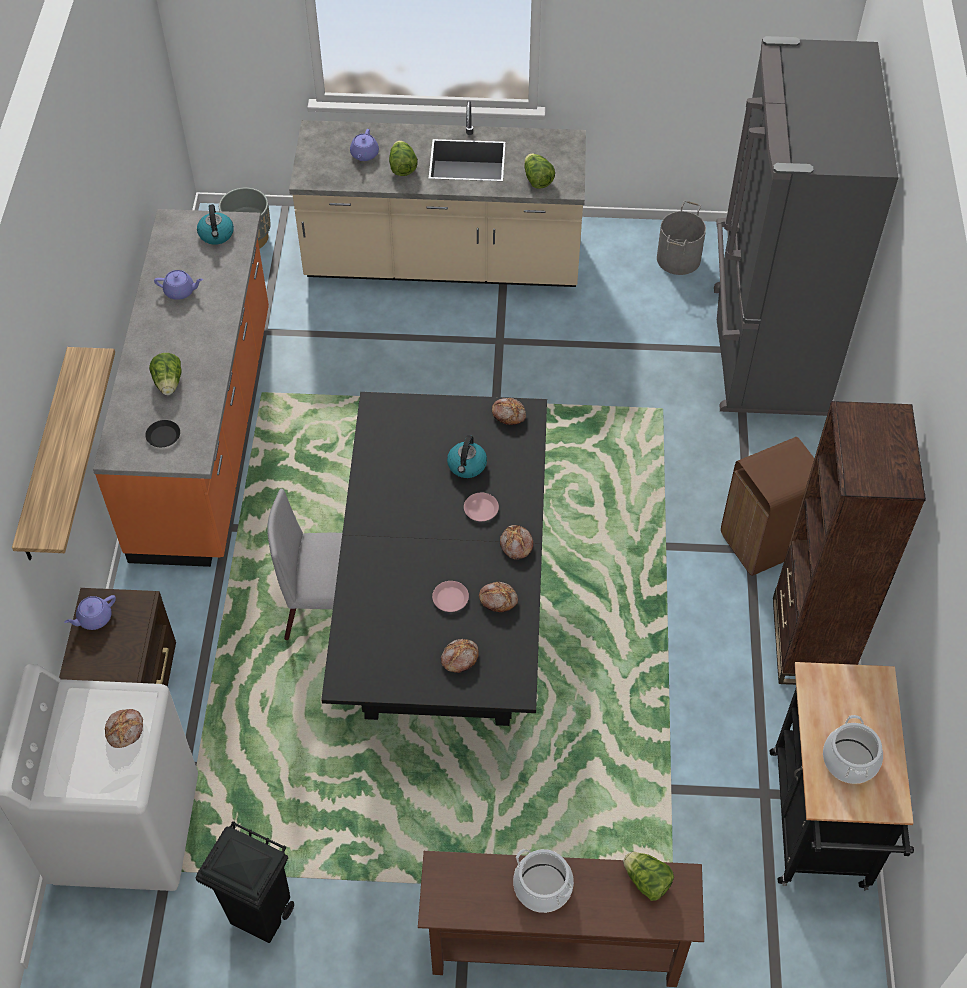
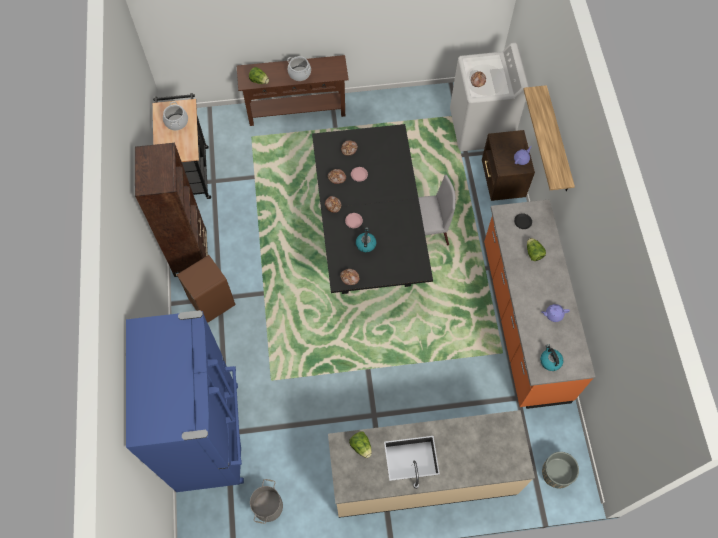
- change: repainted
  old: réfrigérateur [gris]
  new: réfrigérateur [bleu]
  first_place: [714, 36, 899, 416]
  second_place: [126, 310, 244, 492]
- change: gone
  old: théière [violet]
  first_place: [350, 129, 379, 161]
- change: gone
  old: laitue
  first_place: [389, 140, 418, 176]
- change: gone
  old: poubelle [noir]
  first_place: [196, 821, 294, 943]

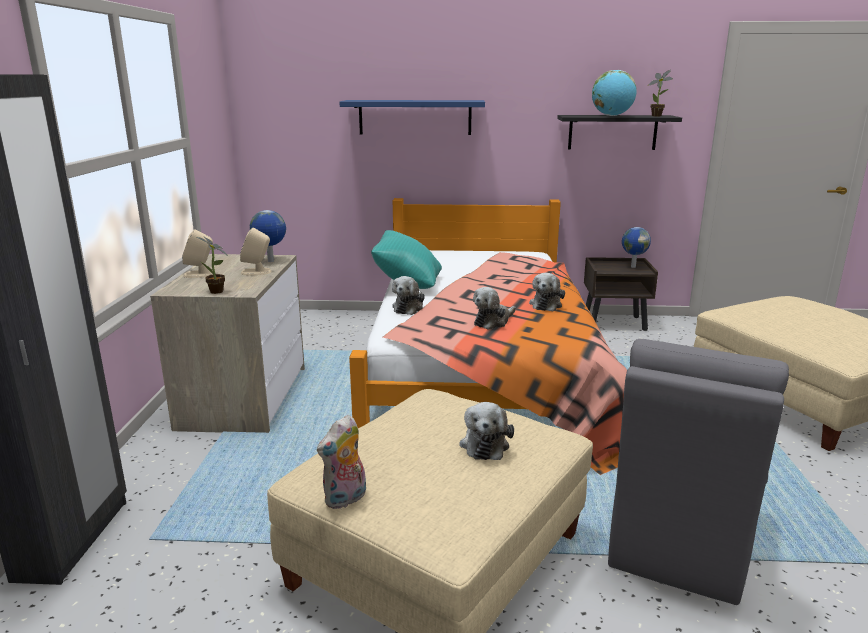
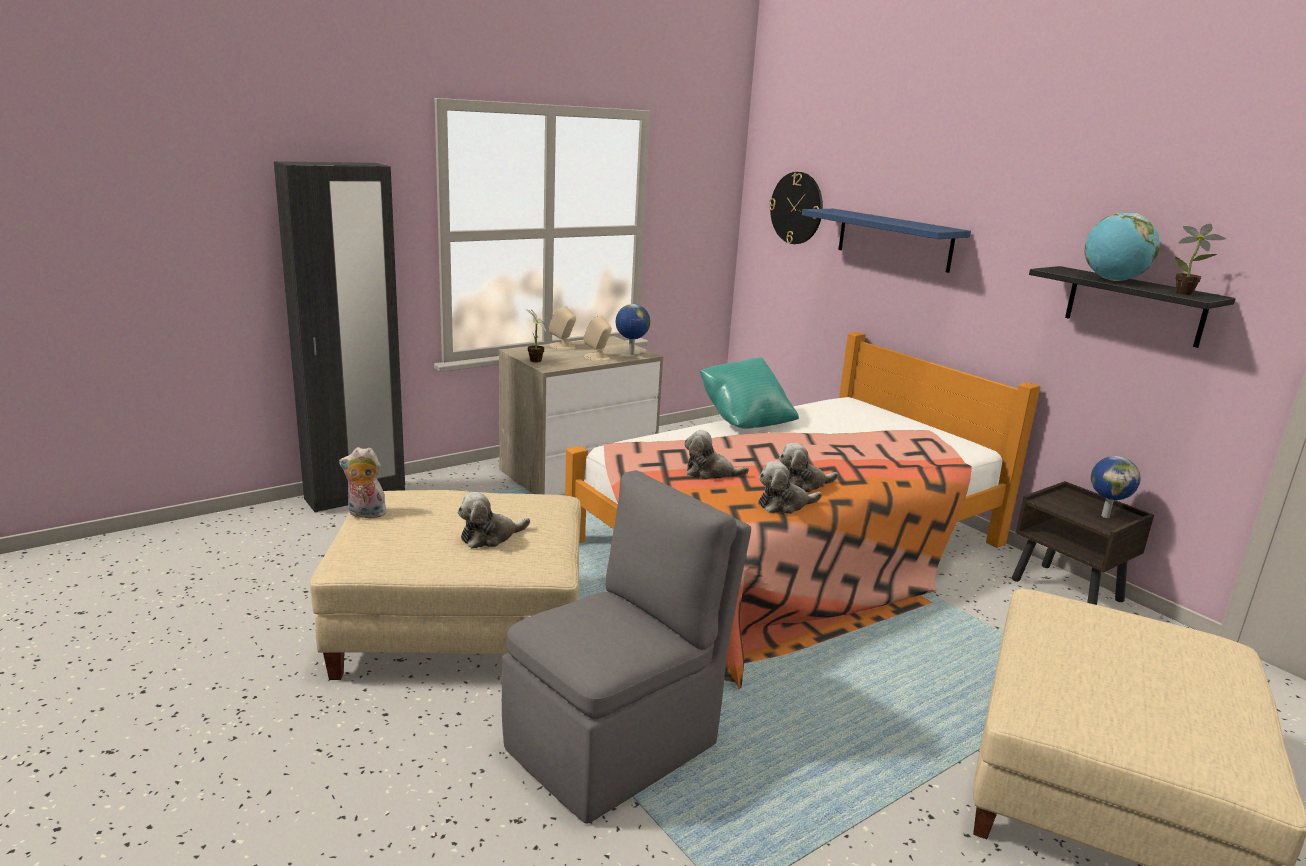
- change: shifted
  old: peluche
  first_place: [392, 276, 425, 315]
  second_place: [758, 461, 822, 514]
- change: rotated
  old: chaise [gris]
  first_place: [608, 339, 789, 605]
  second_place: [502, 470, 751, 824]
  degrees: 150
- change: new
  new: horloge murale
  second_place: [769, 172, 823, 244]

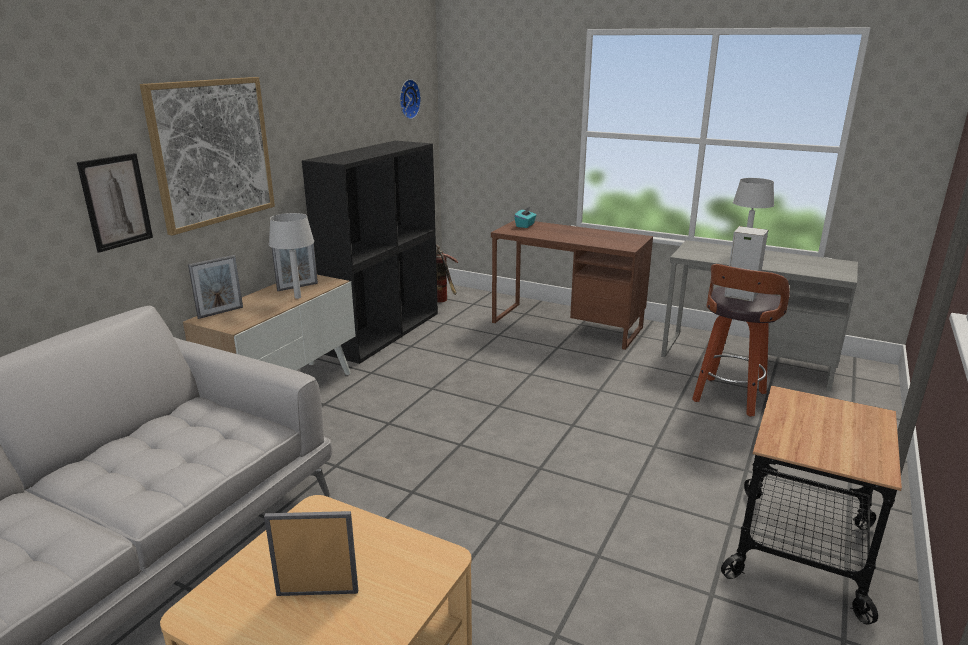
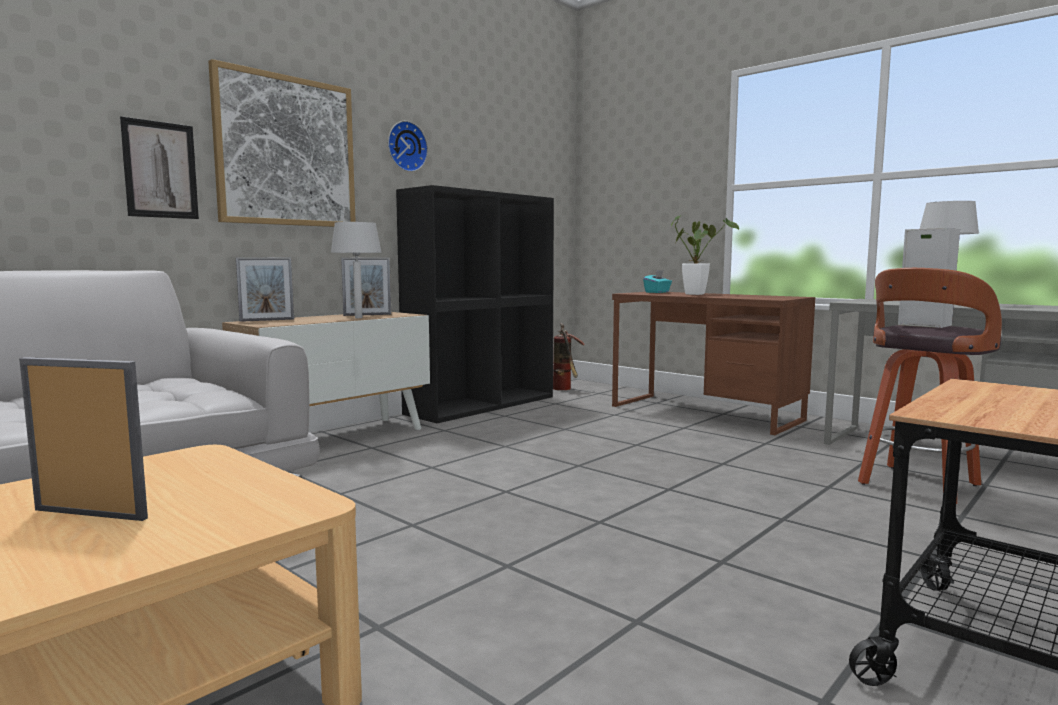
- change: shifted
  old: horloge murale
  first_place: [400, 79, 421, 119]
  second_place: [388, 121, 428, 172]
- change: new
  new: plante en pot
  second_place: [671, 215, 739, 295]

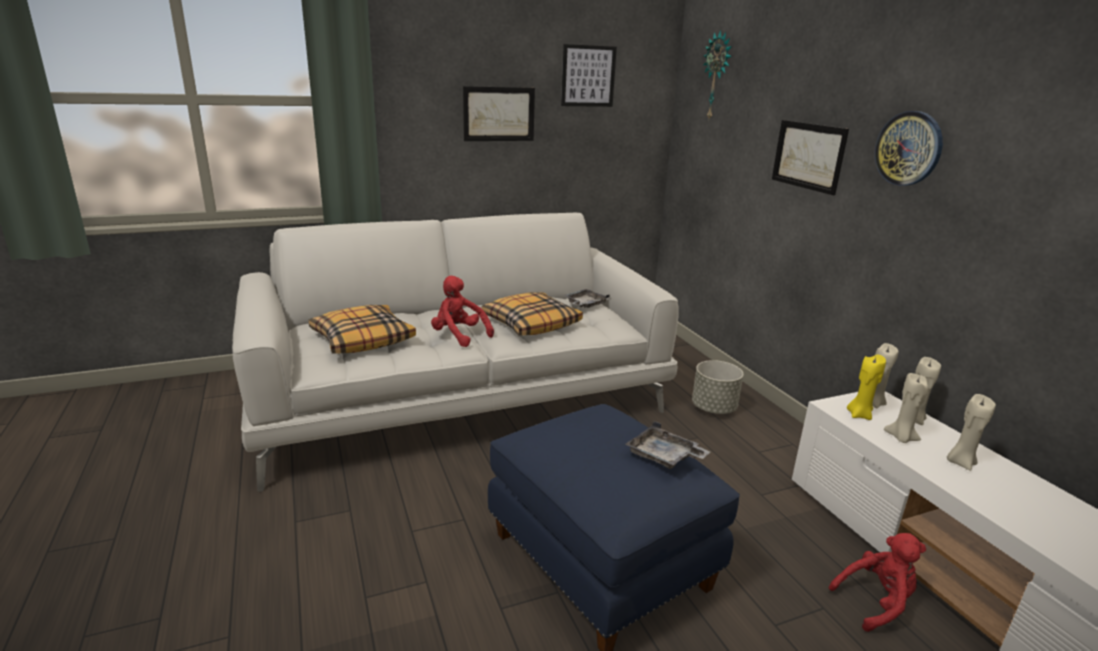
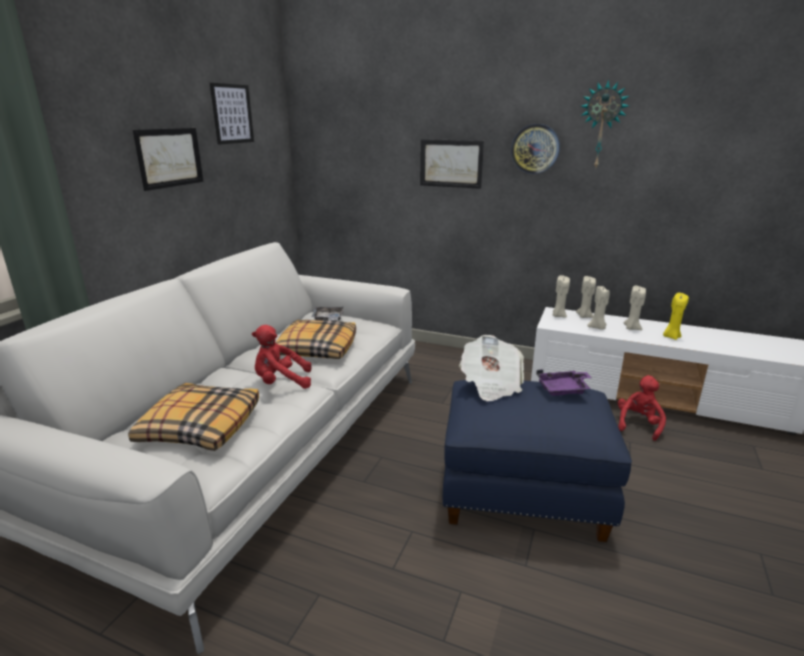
- change: shifted
  old: horloge murale
  first_place: [704, 30, 732, 119]
  second_place: [581, 80, 629, 170]
- change: shifted
  old: bougie [jaune]
  first_place: [847, 355, 886, 420]
  second_place: [663, 293, 689, 340]
- change: gone
  old: cache-pot [gris]
  first_place: [692, 360, 743, 414]
- change: repainted
  old: plateau [gris]
  new: plateau [violet]
  first_place: [625, 421, 710, 469]
  second_place: [536, 369, 591, 396]
- change: new
  new: journal
  second_place: [459, 335, 524, 401]

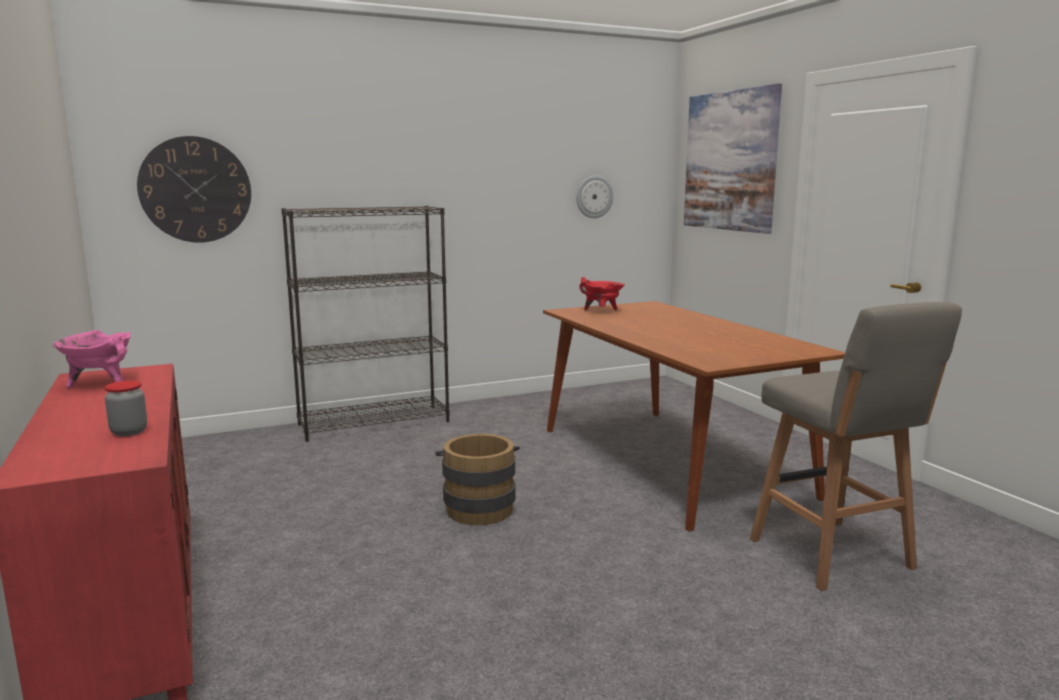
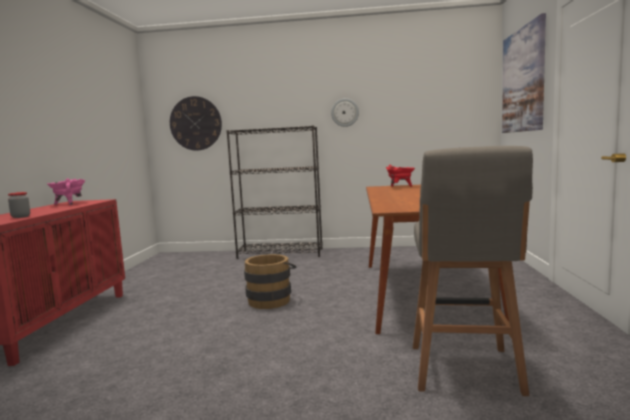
- change: shifted
  old: horloge murale
  first_place: [576, 175, 613, 218]
  second_place: [331, 98, 359, 127]

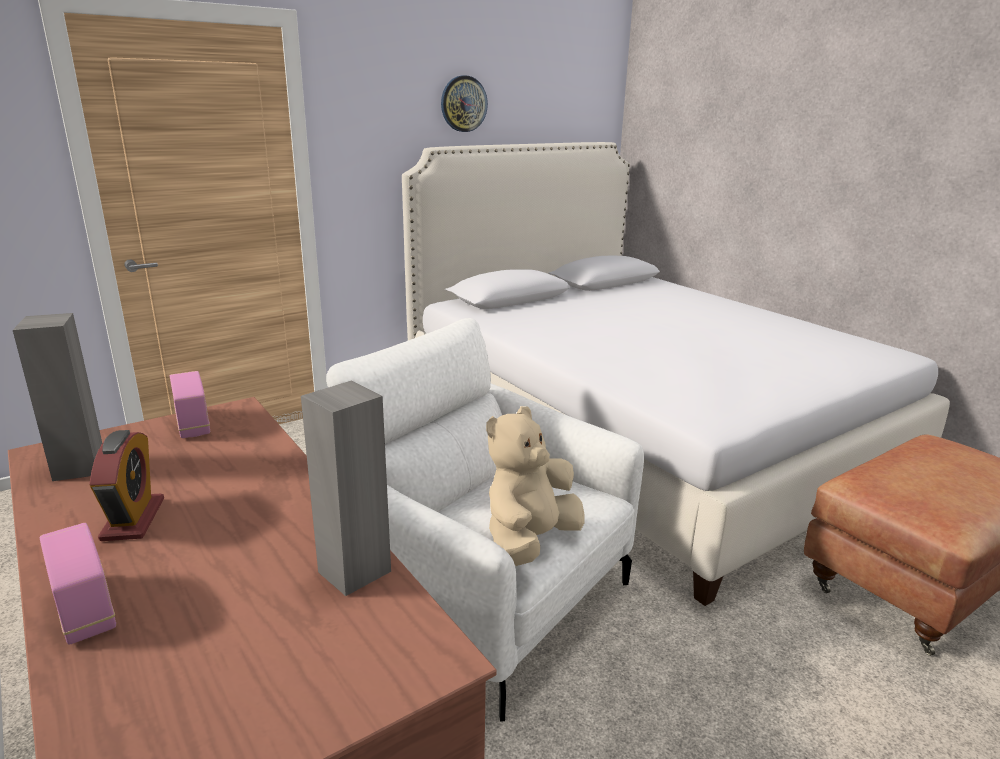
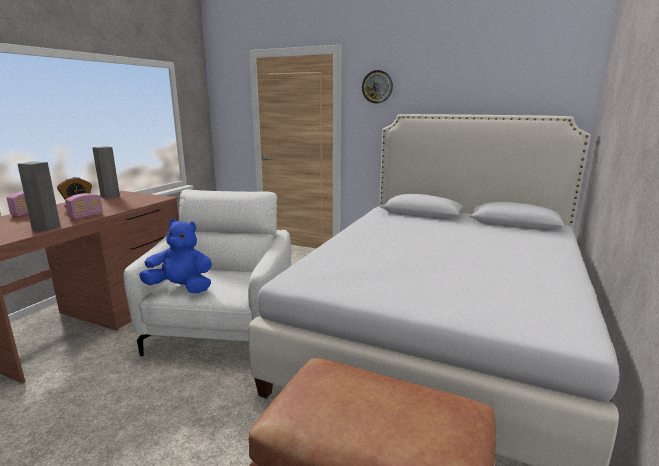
- change: shifted
  old: horloge murale
  first_place: [441, 76, 488, 132]
  second_place: [362, 70, 393, 104]
- change: shifted
  old: radio
  first_place: [170, 371, 210, 438]
  second_place: [65, 193, 103, 219]
- change: repainted
  old: peluche [beige]
  new: peluche [bleu]
  first_place: [486, 406, 584, 566]
  second_place: [139, 219, 212, 293]

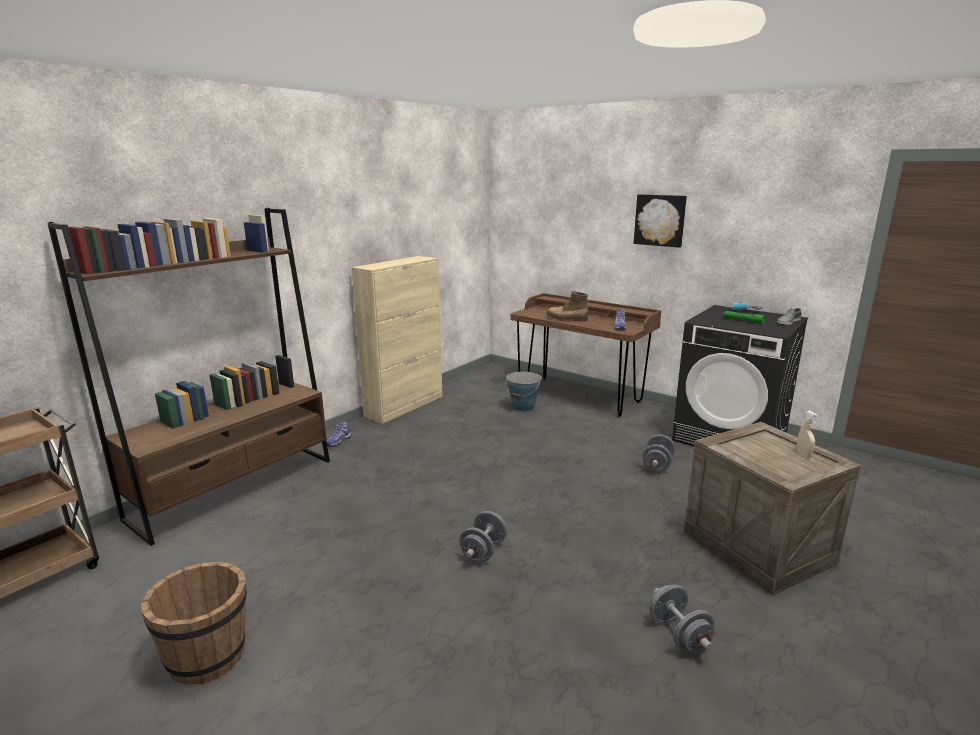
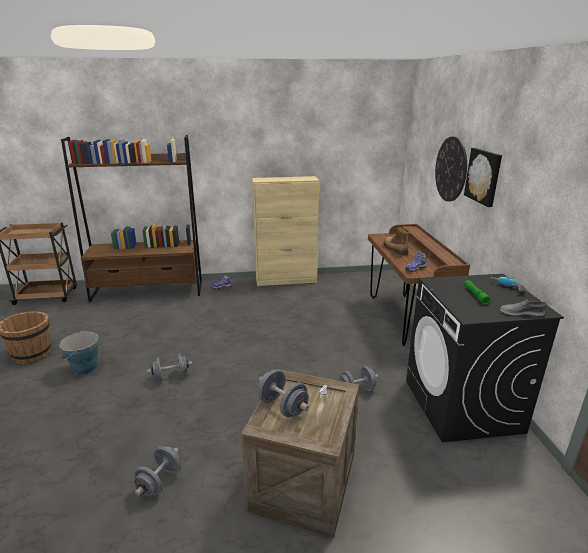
- change: shifted
  old: seau
  first_place: [506, 372, 542, 412]
  second_place: [59, 331, 98, 375]
- change: new
  new: horloge murale
  second_place: [435, 137, 467, 202]
- change: new
  new: haltère [gris]
  second_place: [258, 369, 309, 418]

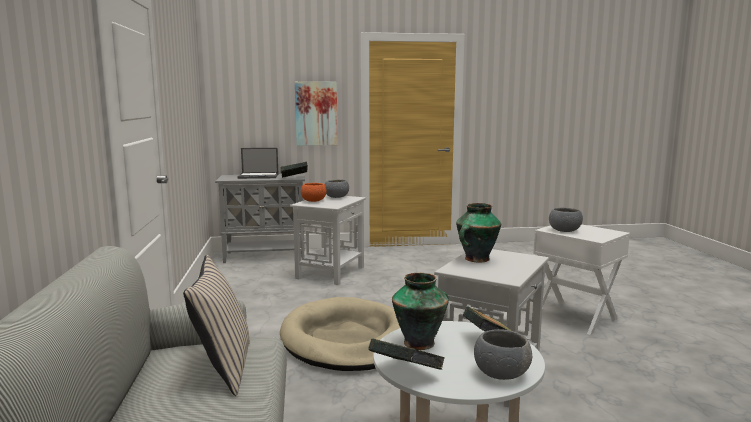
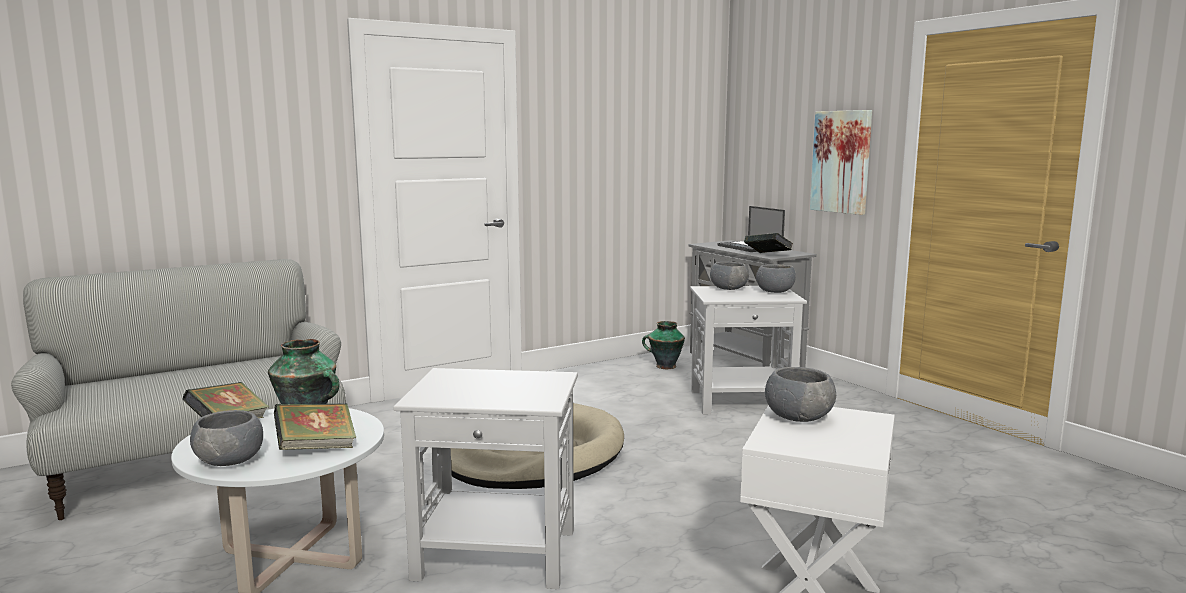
- change: repainted
  old: bol [orange]
  new: bol [gris]
  first_place: [301, 183, 326, 202]
  second_place: [710, 262, 749, 290]
- change: shifted
  old: vase
  first_place: [456, 203, 501, 262]
  second_place: [642, 321, 685, 369]
- change: gone
  old: coussin [beige]
  first_place: [183, 255, 250, 396]

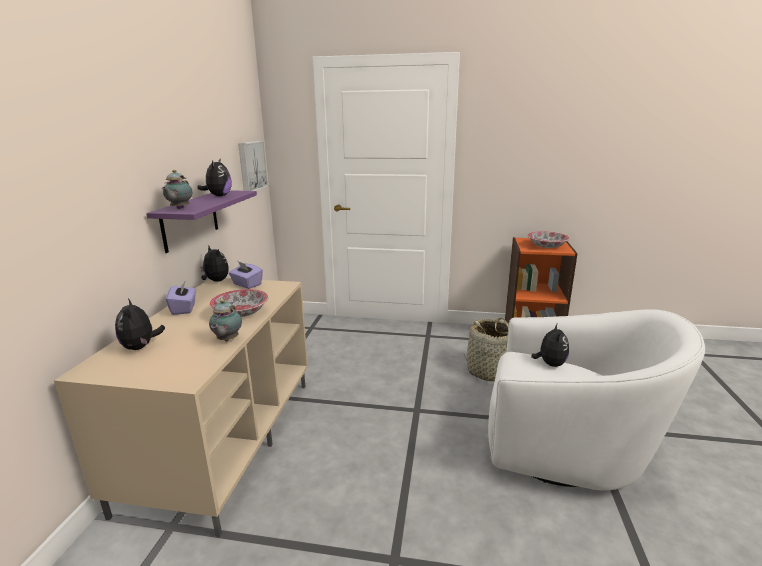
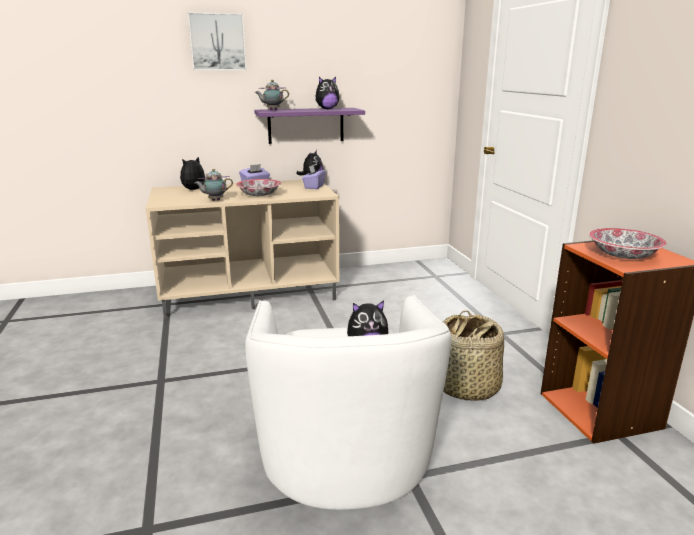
- change: shifted
  old: tableau
  first_place: [238, 141, 268, 191]
  second_place: [188, 12, 246, 70]

